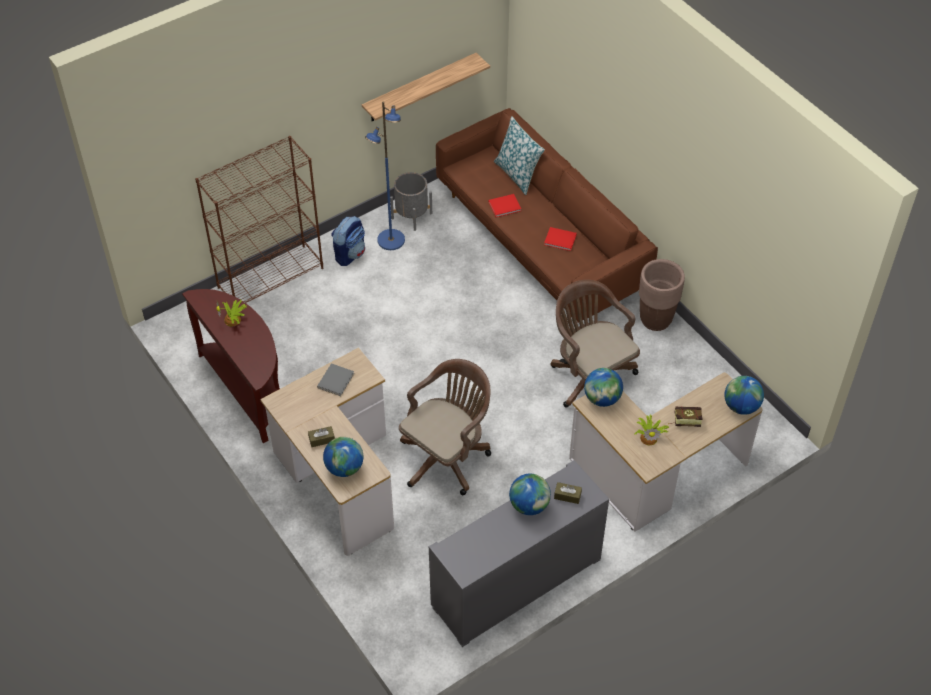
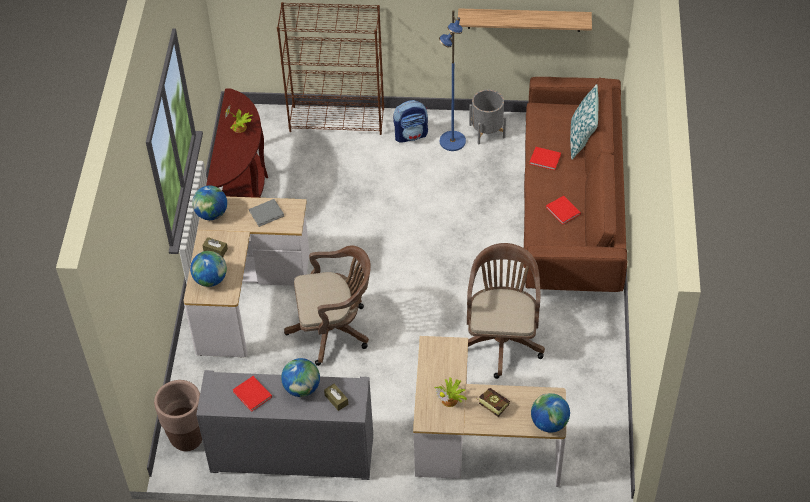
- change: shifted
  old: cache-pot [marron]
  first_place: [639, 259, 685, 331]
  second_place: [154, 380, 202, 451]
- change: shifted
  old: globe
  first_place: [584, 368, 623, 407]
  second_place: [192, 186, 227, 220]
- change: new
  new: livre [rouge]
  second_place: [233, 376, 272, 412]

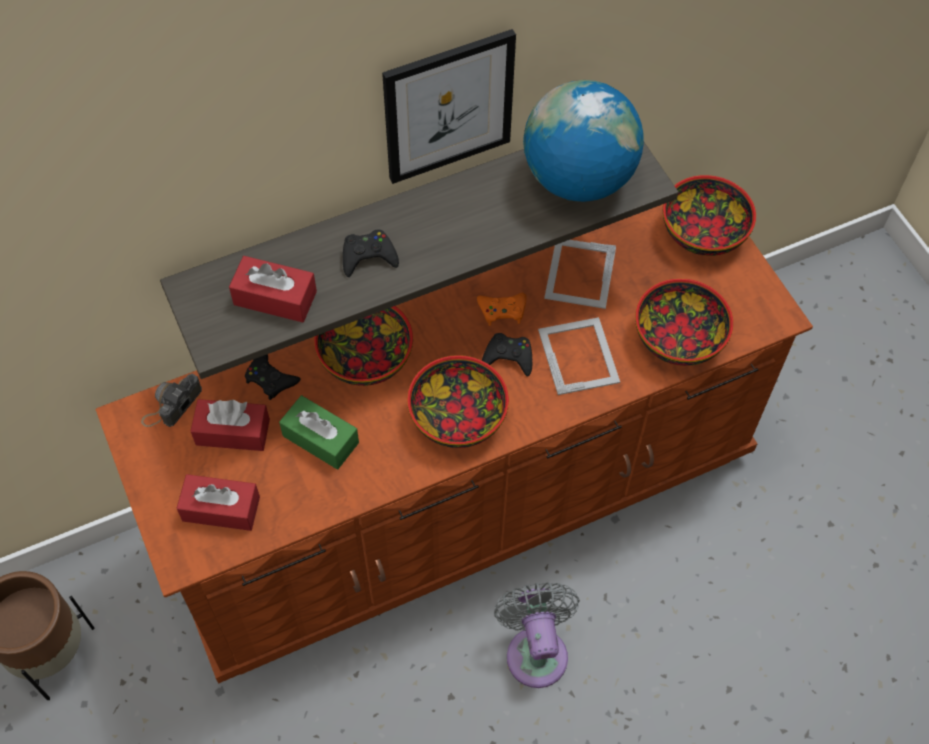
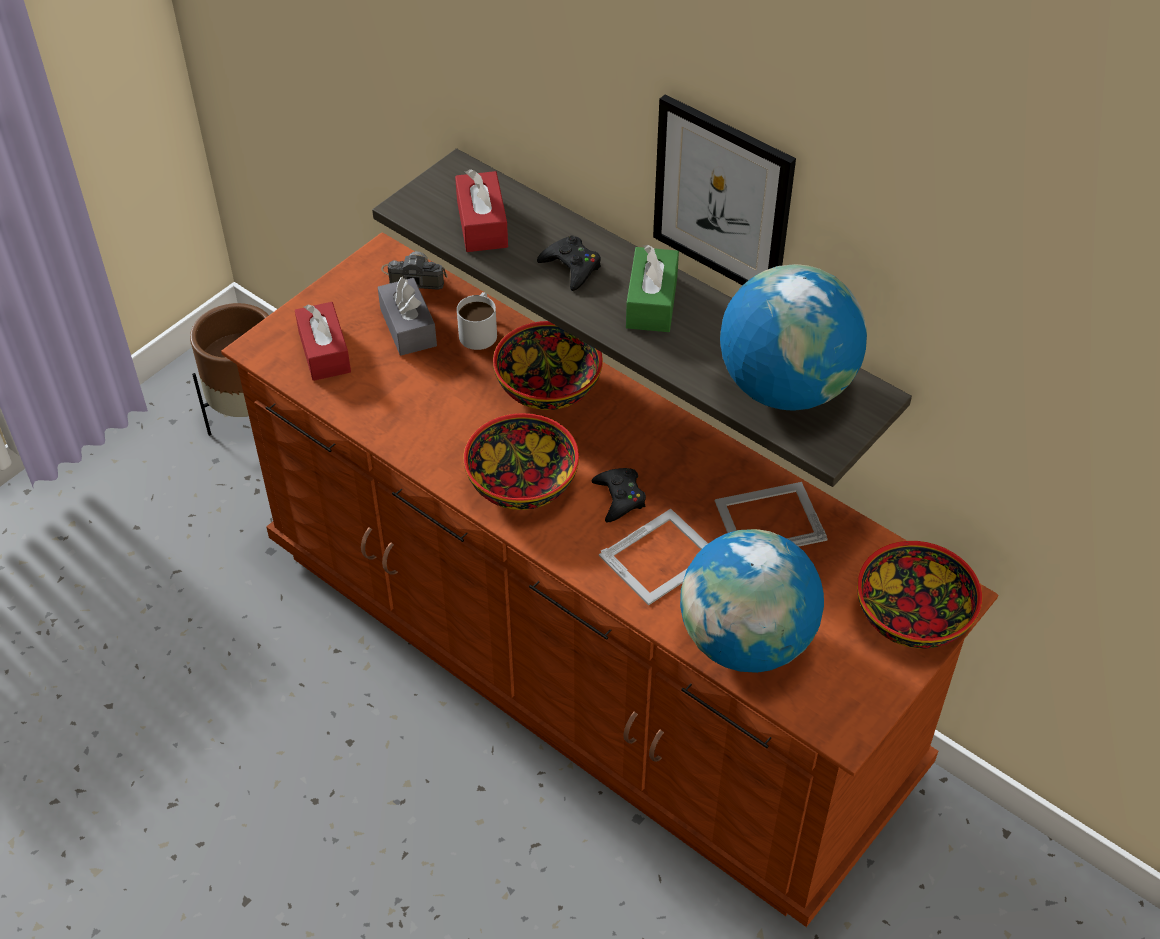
- change: swapped
  old: bol
  new: globe
  first_place: [635, 278, 734, 366]
  second_place: [680, 529, 824, 673]
- change: gone
  old: manette [orange]
  first_place: [477, 293, 526, 326]
- change: swapped
  old: manette [noir]
  new: mug [blanc]
  first_place: [245, 355, 301, 400]
  second_place: [457, 292, 497, 350]
- change: shifted
  old: boîte à mouchoirs [vert]
  first_place: [279, 395, 359, 469]
  second_place: [626, 245, 679, 332]
- change: repainted
  old: boîte à mouchoirs [rouge]
  new: boîte à mouchoirs [gris]
  first_place: [191, 399, 270, 451]
  second_place: [378, 277, 437, 356]
- change: gone
  old: ventilateur [gris]
  first_place: [494, 582, 580, 688]

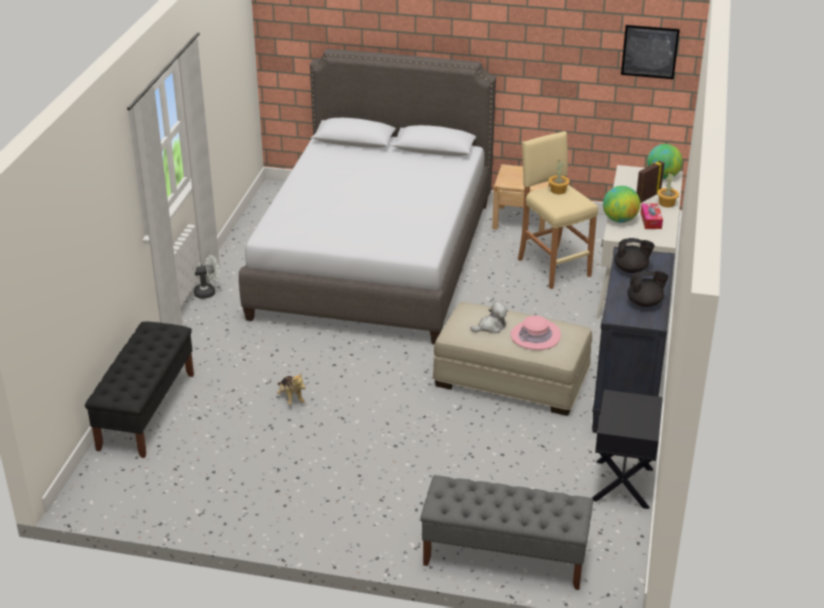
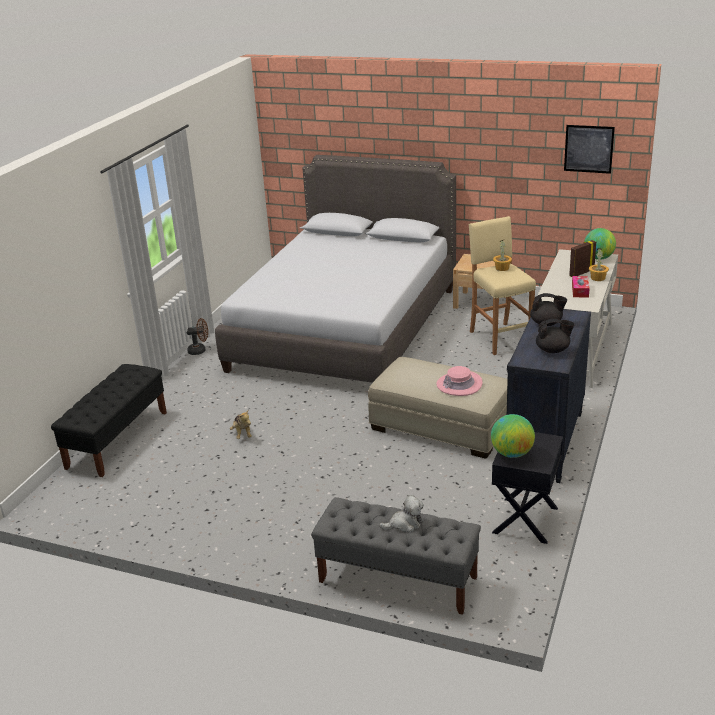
- change: shifted
  old: globe
  first_place: [603, 186, 640, 223]
  second_place: [491, 414, 535, 458]
- change: repainted
  old: ventilateur [blanc]
  new: ventilateur [marron]
  first_place: [194, 255, 220, 299]
  second_place: [187, 318, 208, 355]
- change: shifted
  old: peluche
  first_place: [470, 301, 508, 333]
  second_place: [379, 495, 424, 533]

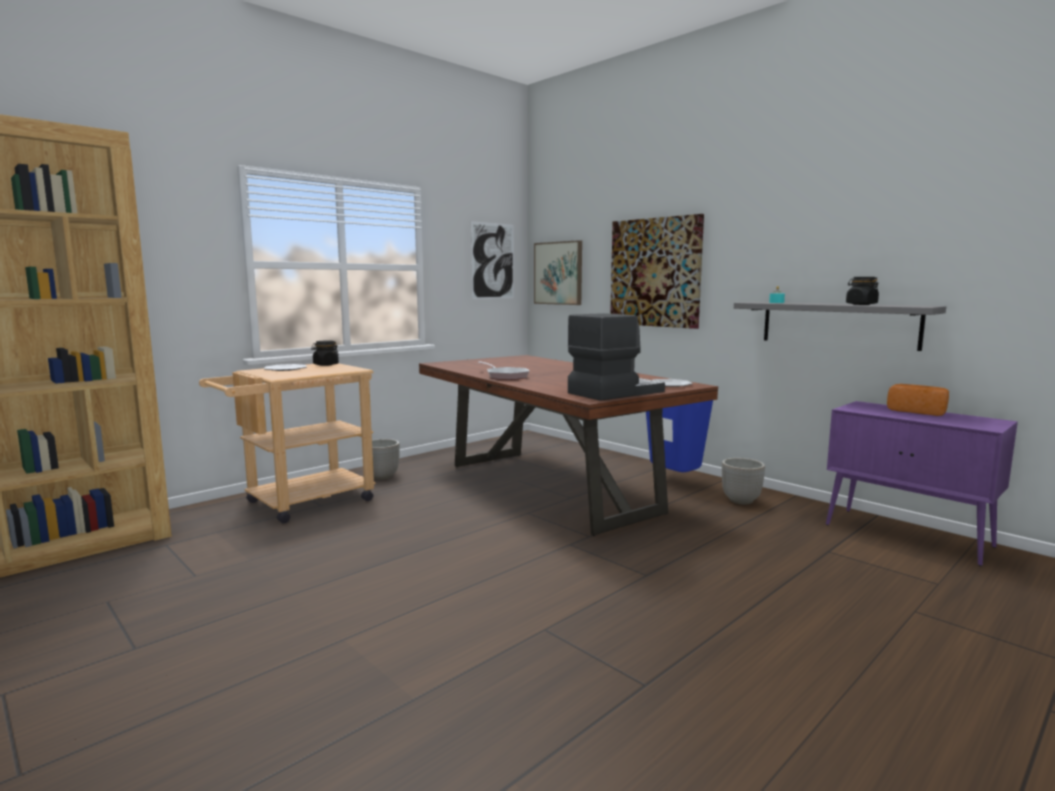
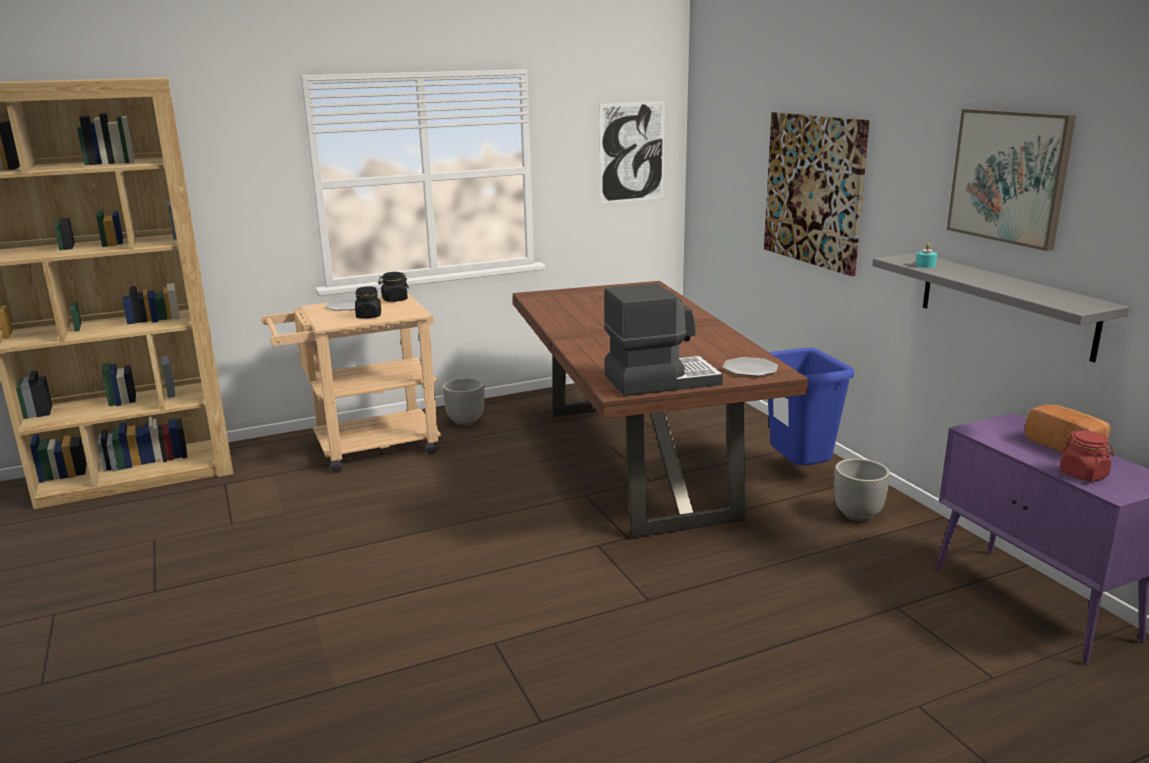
- change: shifted
  old: tableau
  first_place: [534, 240, 582, 305]
  second_place: [947, 109, 1076, 251]
- change: shifted
  old: bocal [noir]
  first_place: [846, 277, 879, 305]
  second_place: [355, 286, 381, 318]
- change: gone
  old: poêle
  first_place: [477, 362, 529, 380]
- change: new
  new: bocal [rouge]
  second_place: [1060, 430, 1114, 482]

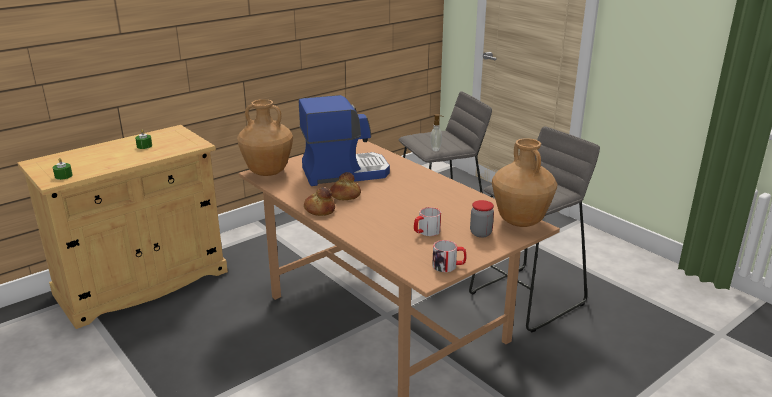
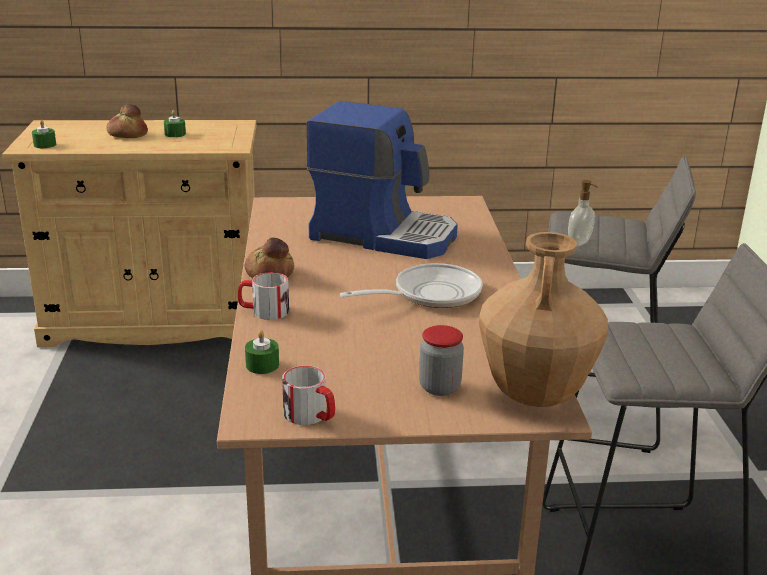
- change: gone
  old: vase [marron]
  first_place: [237, 99, 293, 176]
- change: shifted
  old: pain
  first_place: [330, 172, 361, 200]
  second_place: [106, 104, 148, 138]
- change: shifted
  old: mug
  first_place: [414, 207, 441, 236]
  second_place: [238, 272, 289, 320]
- change: new
  new: poêle
  second_place: [340, 263, 482, 308]
- change: new
  new: bougie [vert]
  second_place: [245, 330, 279, 374]

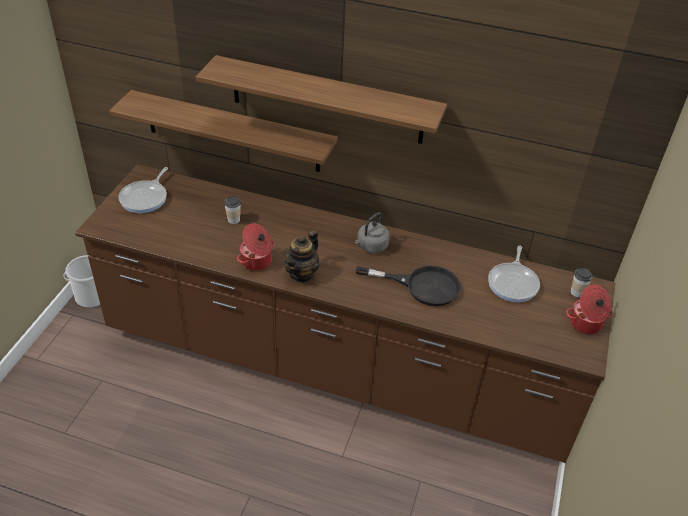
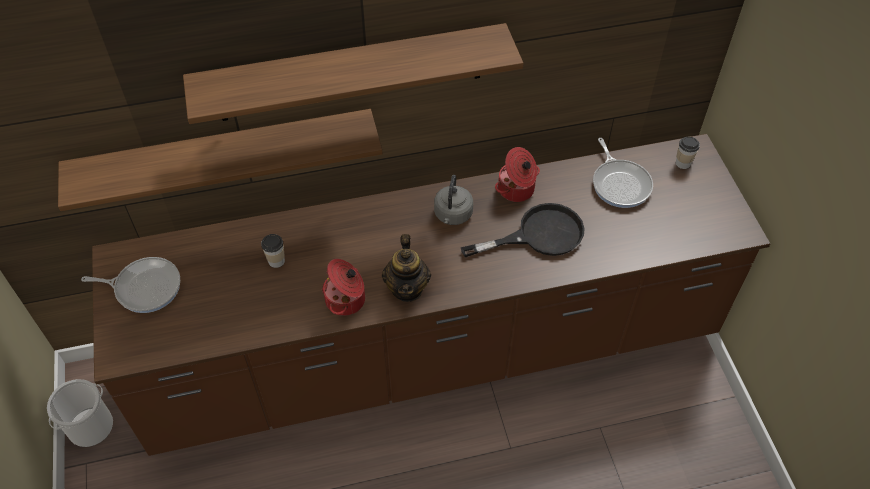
- change: rotated
  old: poêle
  first_place: [118, 167, 168, 213]
  second_place: [81, 257, 180, 313]
  degrees: -75
- change: shifted
  old: marmite
  first_place: [566, 285, 613, 334]
  second_place: [495, 147, 540, 202]

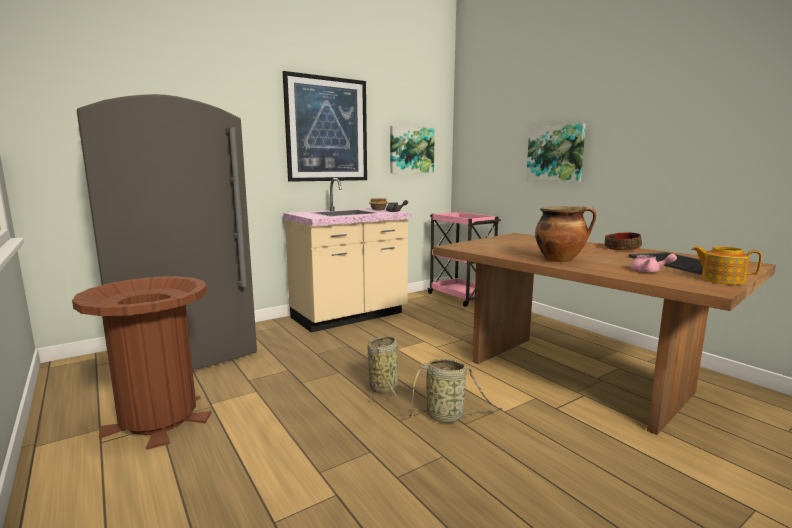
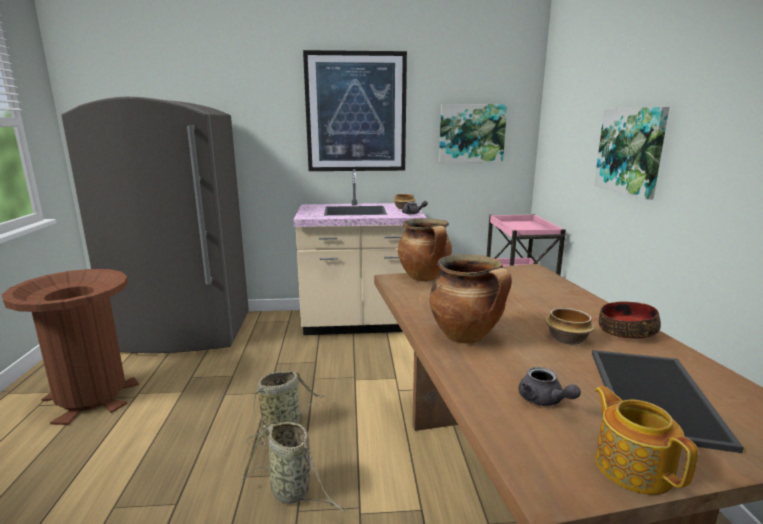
- change: repainted
  old: théière [rose]
  new: théière [gris]
  first_place: [631, 254, 677, 273]
  second_place: [518, 367, 581, 406]
- change: new
  new: marmite
  second_place: [398, 218, 452, 281]
- change: new
  new: bol
  second_place: [545, 308, 595, 345]

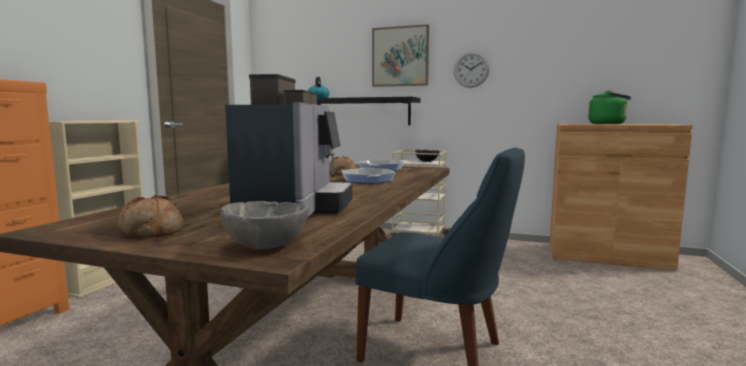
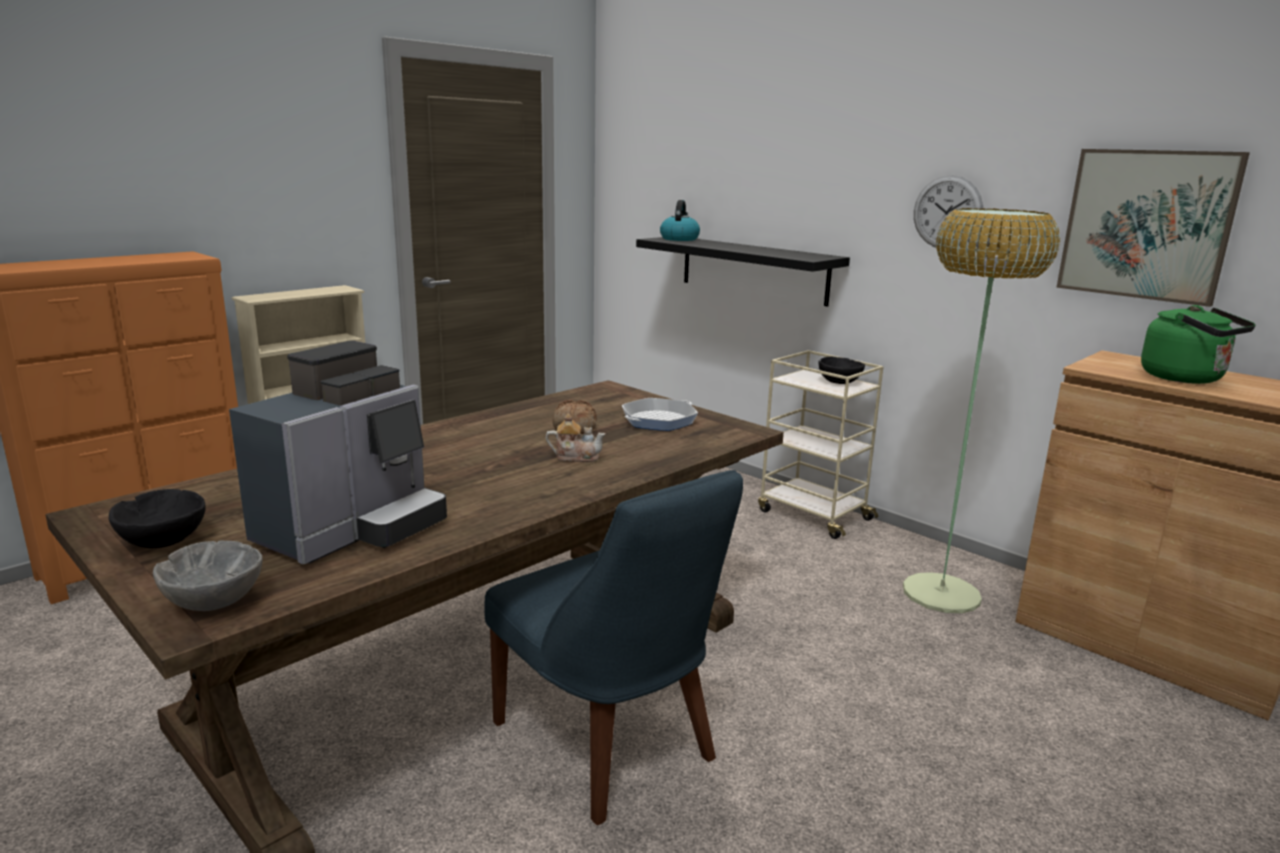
- change: shifted
  old: tableau
  first_place: [372, 25, 429, 87]
  second_place: [1056, 149, 1250, 307]
- change: swapped
  old: poêle
  new: théière
  first_place: [341, 168, 396, 184]
  second_place: [546, 414, 606, 462]
- change: swapped
  old: pain
  new: bol [noir]
  first_place: [118, 195, 183, 238]
  second_place: [109, 489, 206, 548]
- change: new
  new: lampadaire
  second_place: [903, 208, 1060, 613]

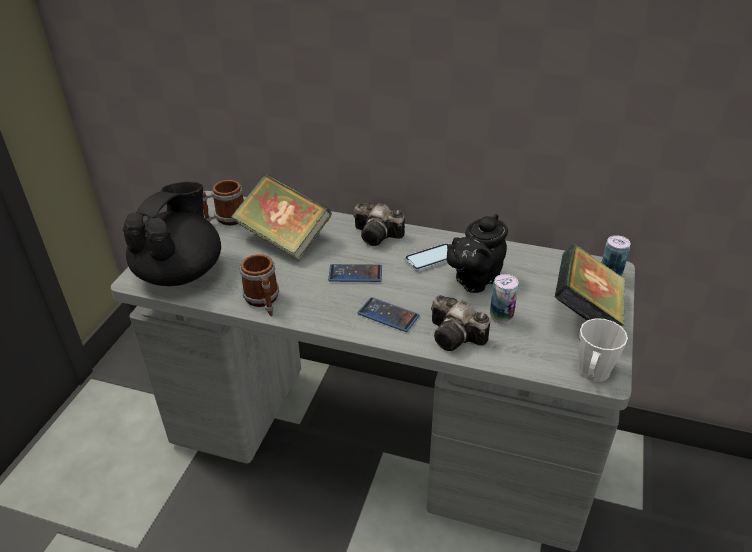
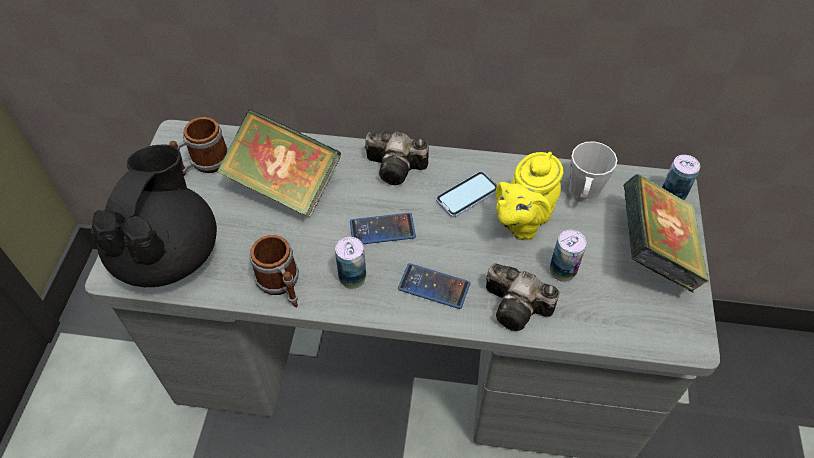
- change: repainted
  old: théière [noir]
  new: théière [jaune]
  first_place: [447, 214, 508, 293]
  second_place: [496, 152, 563, 240]
- change: shifted
  old: mug [gris]
  first_place: [578, 318, 628, 382]
  second_place: [569, 141, 617, 202]
- change: new
  new: boîte métallique
  second_place: [335, 237, 366, 289]

